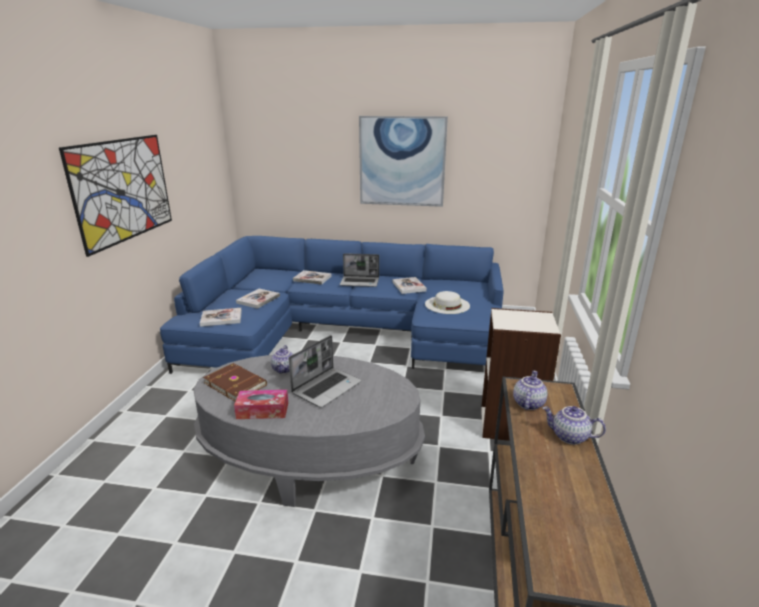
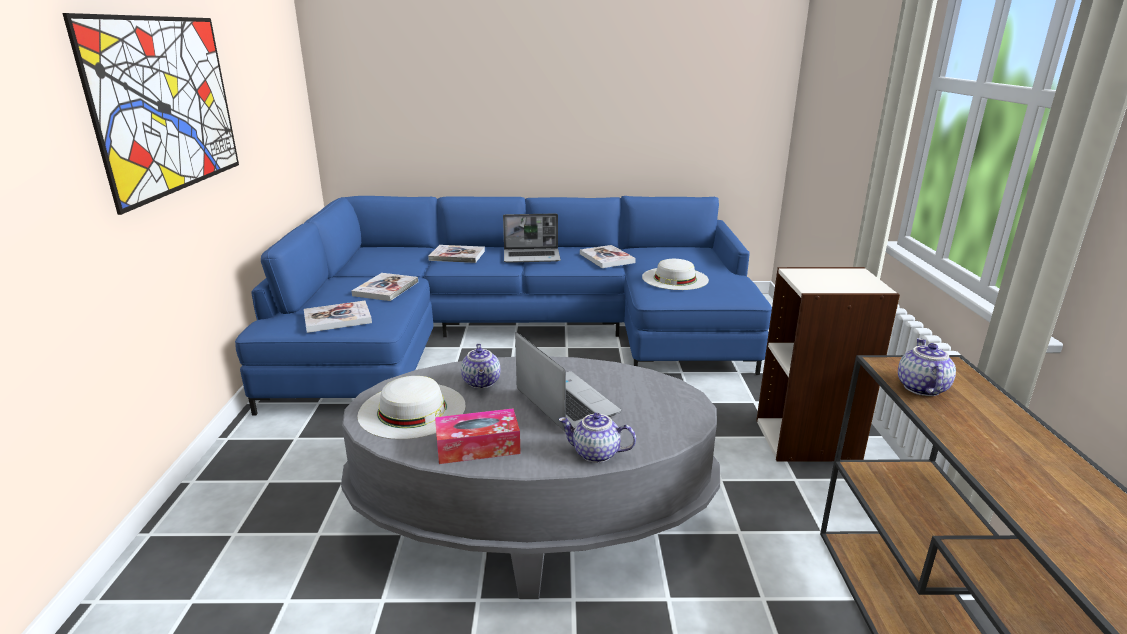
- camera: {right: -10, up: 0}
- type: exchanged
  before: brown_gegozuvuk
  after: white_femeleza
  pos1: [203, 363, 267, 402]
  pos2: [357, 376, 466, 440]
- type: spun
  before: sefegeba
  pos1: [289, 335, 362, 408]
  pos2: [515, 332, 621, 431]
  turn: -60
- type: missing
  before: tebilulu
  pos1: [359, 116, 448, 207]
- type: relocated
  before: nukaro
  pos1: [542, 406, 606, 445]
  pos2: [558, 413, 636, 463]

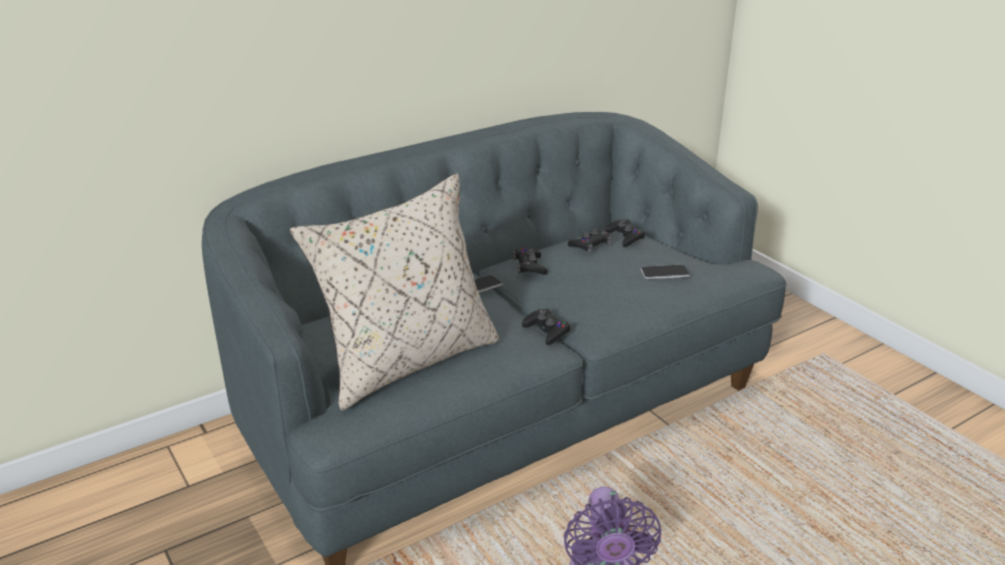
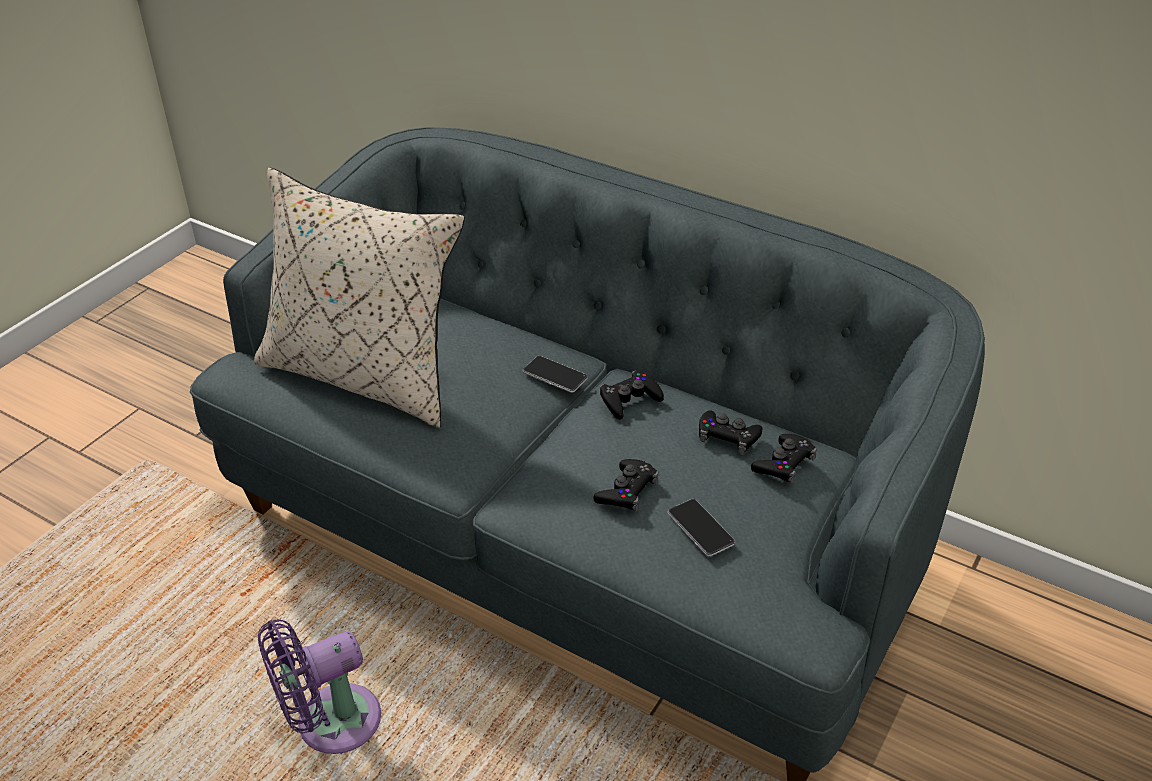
- camera: {right: 65, up: 10}
- type: relocated
  before: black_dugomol
  pos1: [522, 309, 571, 345]
  pos2: [594, 459, 659, 511]

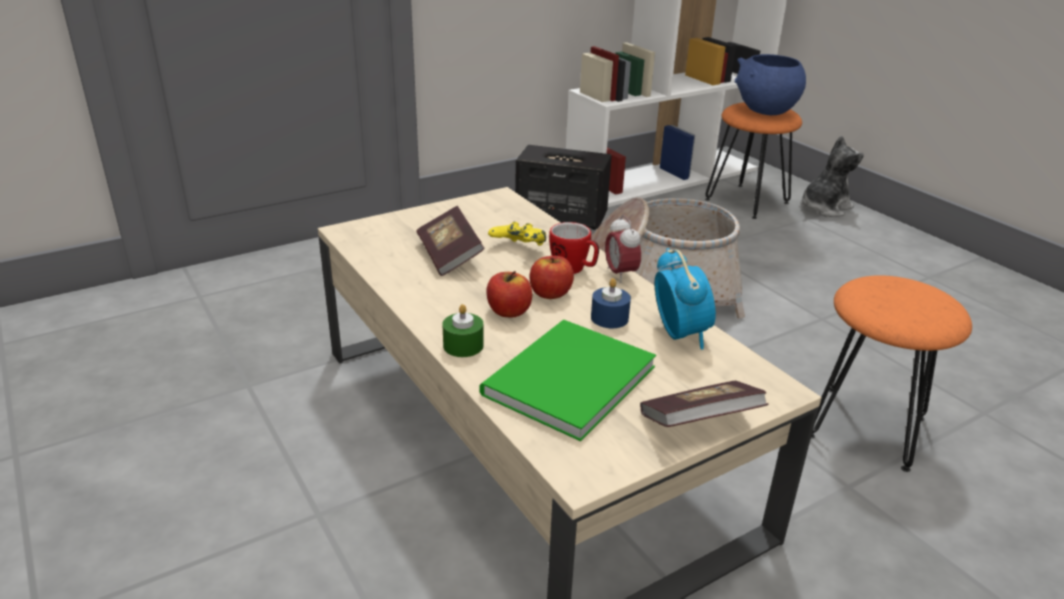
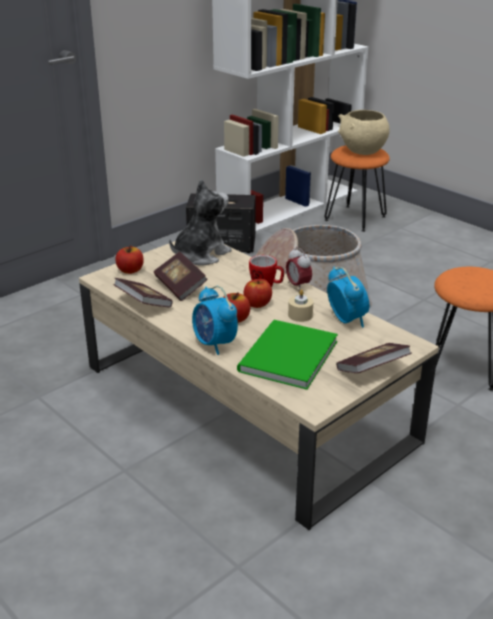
- camera: {right: -10, up: 0}
- type: exchanged
  before: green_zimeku
  after: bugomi
  pos1: [442, 304, 484, 357]
  pos2: [192, 286, 238, 355]
- type: missing
  before: yellow_dugomol
  pos1: [488, 222, 546, 246]
- type: colour
  before: blue_zimeku
  after: beige_zimeku
  pos1: [591, 278, 631, 328]
  pos2: [288, 289, 313, 322]
- type: colour
  before: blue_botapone
  after: beige_botapone
  pos1: [735, 54, 806, 115]
  pos2: [338, 110, 390, 155]
- type: relocated
  before: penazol
  pos1: [800, 135, 864, 217]
  pos2: [169, 179, 232, 265]
- type: appeared
  after: gegozuvuk
  pos2: [114, 278, 173, 308]
- type: appeared
  after: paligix
  pos2: [115, 245, 144, 274]

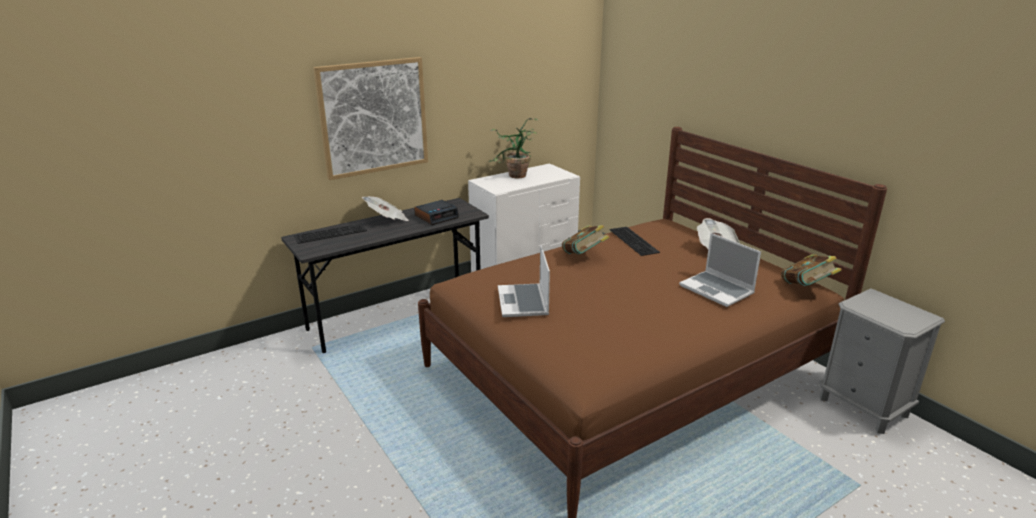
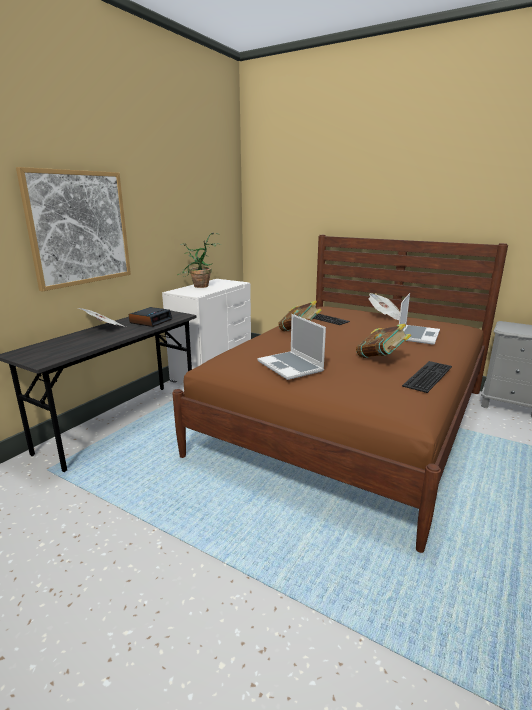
- camera: {right: -25, up: -5}
- type: relocated
  before: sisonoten
  pos1: [294, 224, 367, 244]
  pos2: [402, 361, 452, 393]
- type: spun
  before: sefegeba
  pos1: [679, 233, 761, 307]
  pos2: [399, 293, 440, 345]
  turn: -90
- type: relocated
  before: gegozuvuk
  pos1: [781, 254, 842, 286]
  pos2: [356, 323, 411, 358]

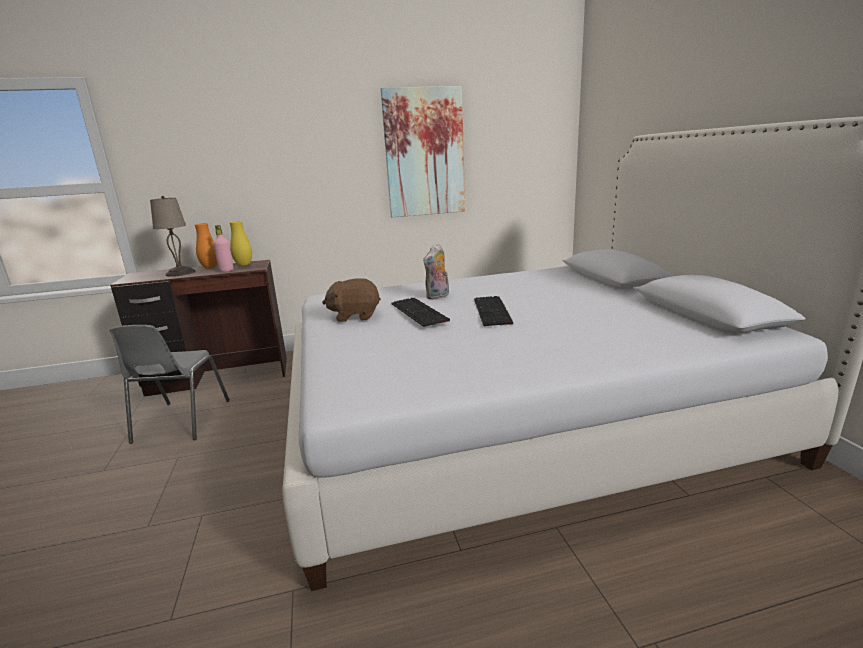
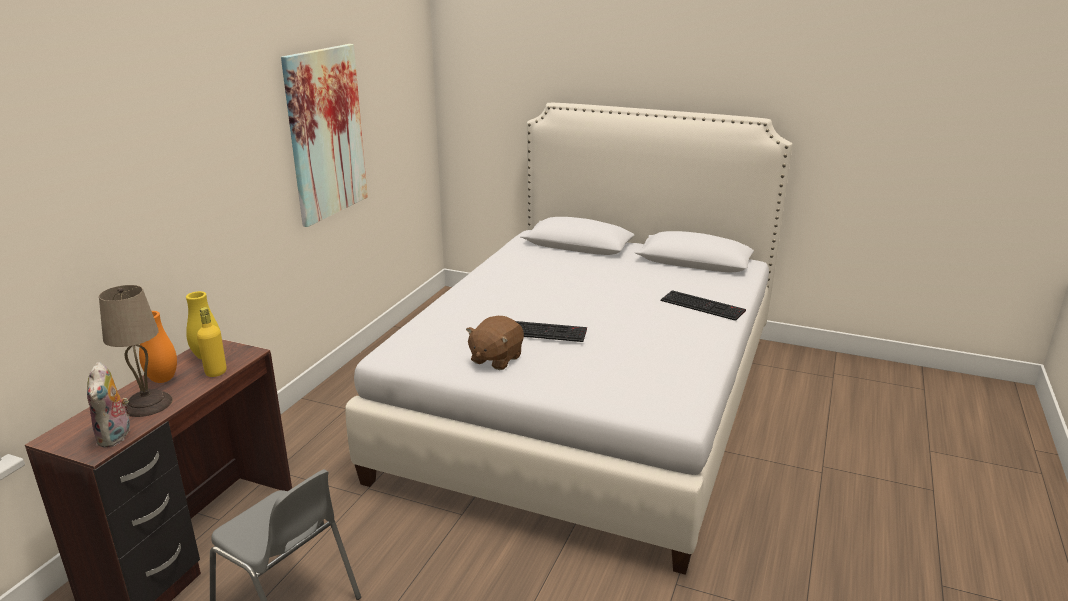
- camera: {right: -55, up: 5}
- type: colour
  before: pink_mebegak
  after: yellow_mebegak
  pos1: [213, 225, 234, 272]
  pos2: [197, 307, 227, 377]
- type: relocated
  before: penazol
  pos1: [423, 244, 449, 299]
  pos2: [87, 362, 130, 448]
- type: relocated
  before: sisonoten
  pos1: [474, 296, 513, 326]
  pos2: [661, 290, 746, 321]

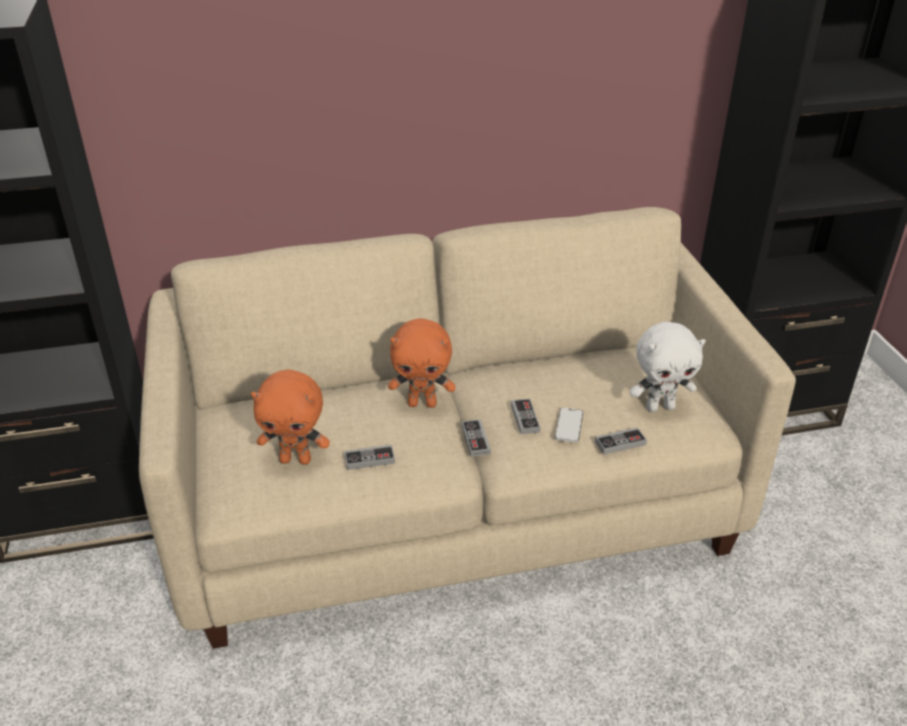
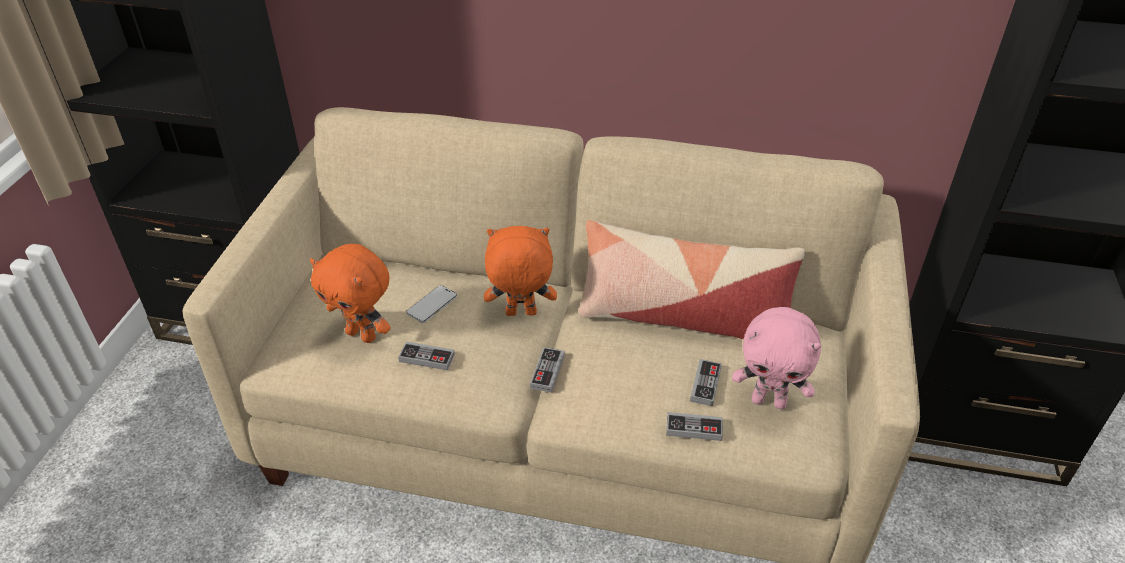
- camera: {right: 25, up: 5}
- type: spun
  before: orange_penazol
  pos1: [388, 318, 455, 408]
  pos2: [484, 226, 557, 316]
  turn: 150
- type: relocated
  before: dugomol
  pos1: [511, 399, 540, 434]
  pos2: [690, 359, 722, 406]
- type: relocated
  before: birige
  pos1: [555, 408, 583, 443]
  pos2: [407, 285, 457, 323]
- type: colour
  before: white_penazol
  after: pink_penazol
  pos1: [630, 322, 706, 412]
  pos2: [732, 307, 821, 409]
- type: appeared
  after: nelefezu
  pos2: [579, 220, 805, 339]

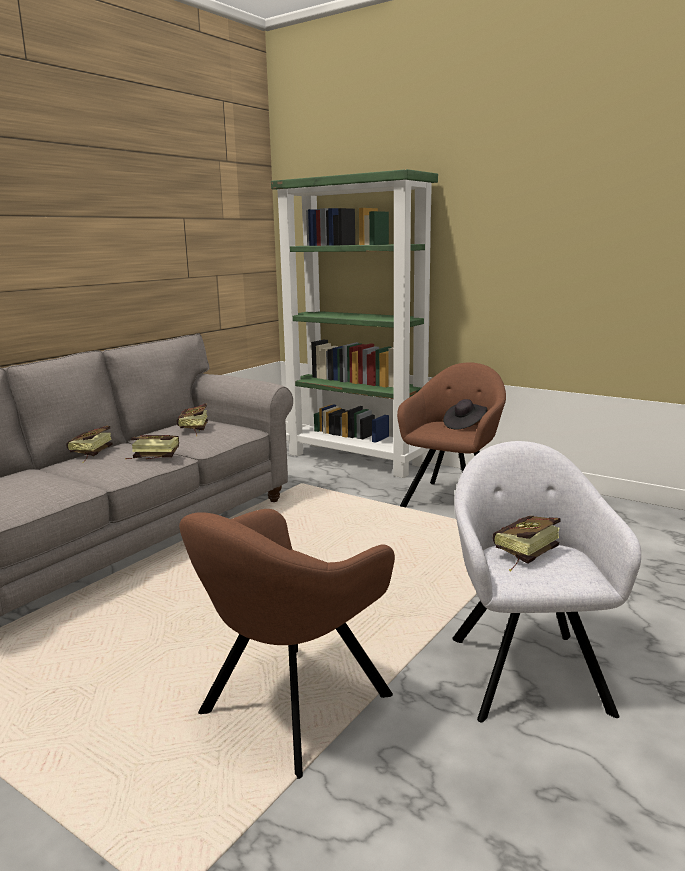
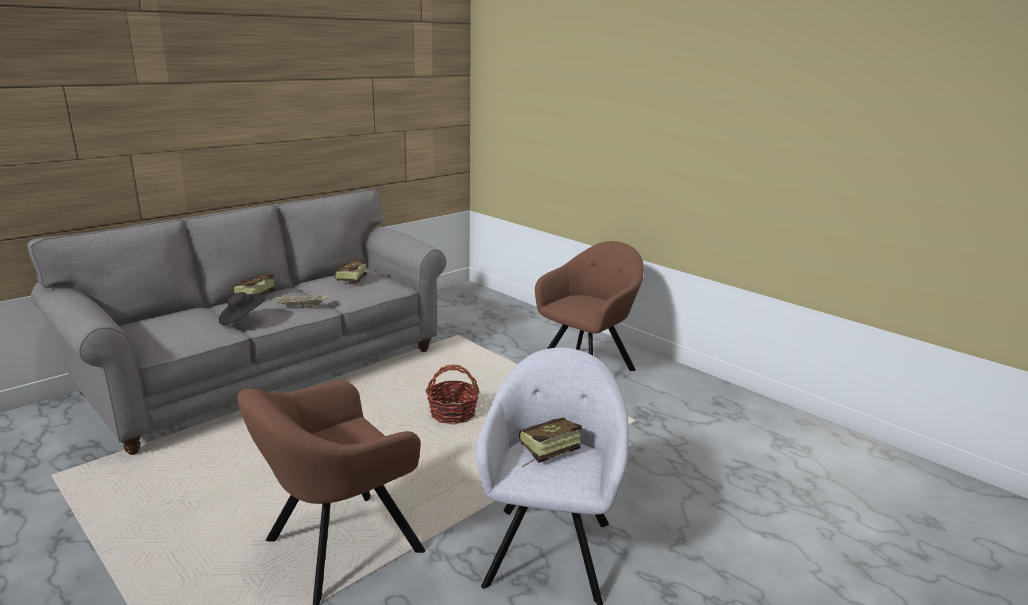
- camera: {right: 10, up: 5}
- type: exchanged
  before: gegozuvuk
  after: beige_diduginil
  pos1: [125, 435, 179, 459]
  pos2: [275, 293, 328, 308]
- type: missing
  before: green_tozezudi
  pos1: [271, 169, 438, 478]
- type: relocated
  before: black_femeleza
  pos1: [443, 399, 487, 430]
  pos2: [219, 292, 265, 325]
- type: appeared
  after: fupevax
  pos2: [425, 364, 480, 425]

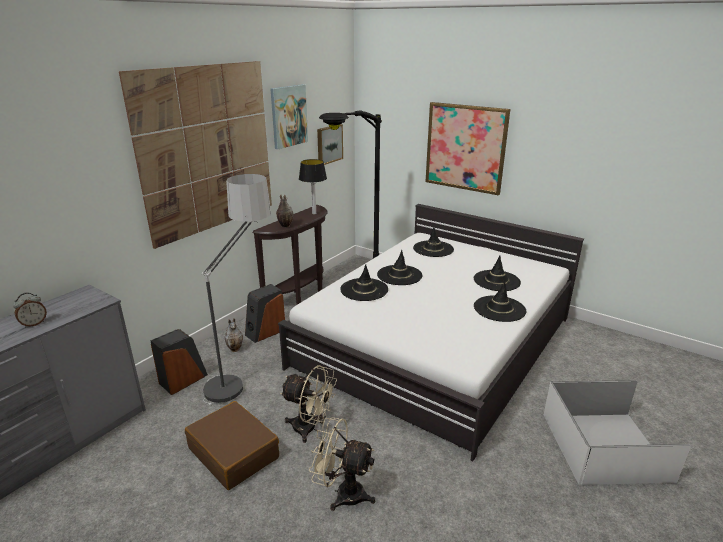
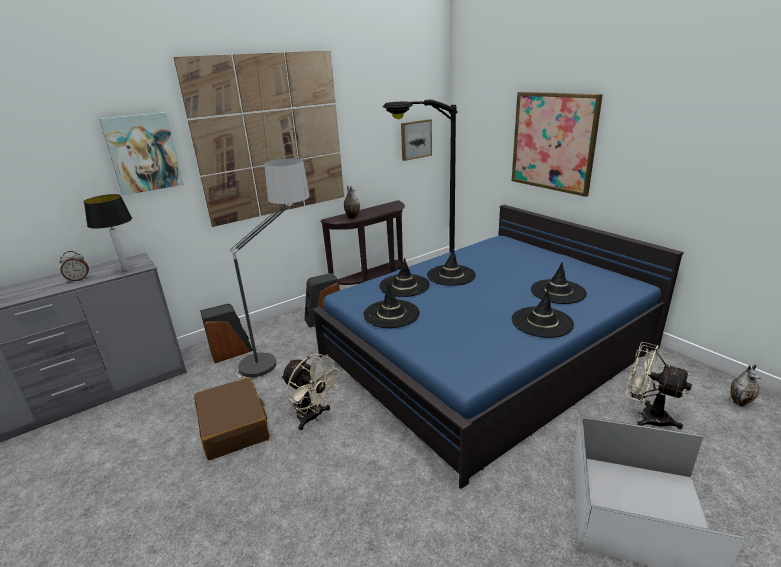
- camera: {right: 20, up: 0}
- type: relocated
  before: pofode
  pos1: [225, 318, 243, 352]
  pos2: [730, 365, 761, 407]
- type: relocated
  before: tebilulu
  pos1: [271, 84, 308, 149]
  pos2: [99, 112, 183, 195]
- type: colour
  before: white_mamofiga
  after: blue_mamofiga
  pos1: [278, 204, 584, 461]
  pos2: [313, 205, 684, 489]
- type: relocated
  before: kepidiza
  pos1: [299, 159, 327, 214]
  pos2: [84, 194, 132, 271]
- type: relocated
  before: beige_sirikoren
  pos1: [309, 417, 375, 511]
  pos2: [626, 342, 692, 429]
- type: relocated
  before: black_femeleza
  pos1: [413, 227, 454, 257]
  pos2: [363, 284, 420, 328]

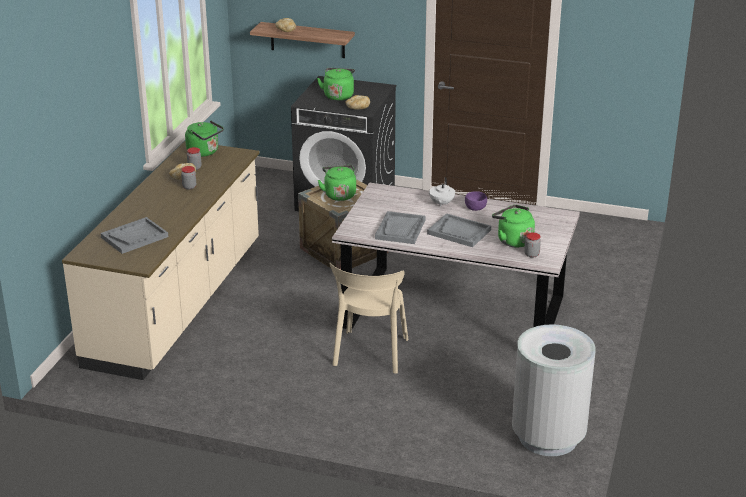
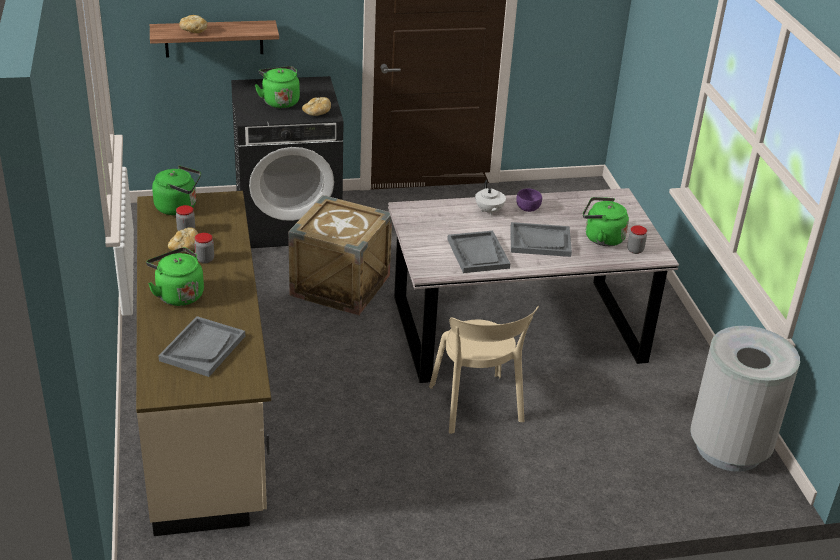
- camera: {right: -30, up: 5}
- type: relocated
  before: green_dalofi
  pos1: [318, 165, 356, 201]
  pos2: [146, 247, 204, 306]

